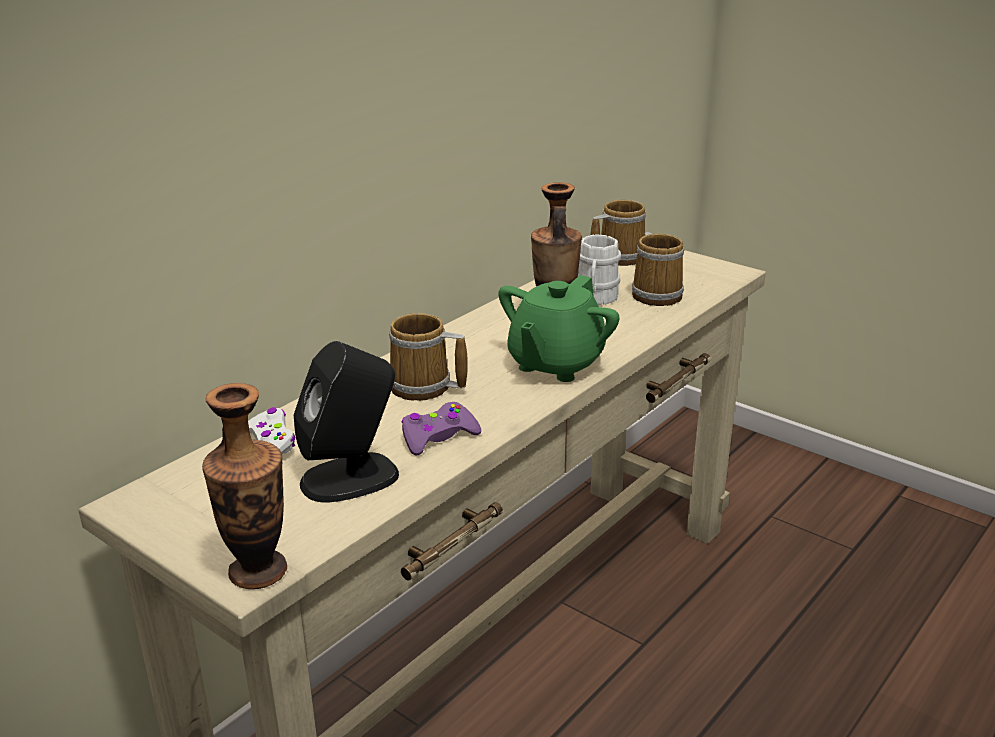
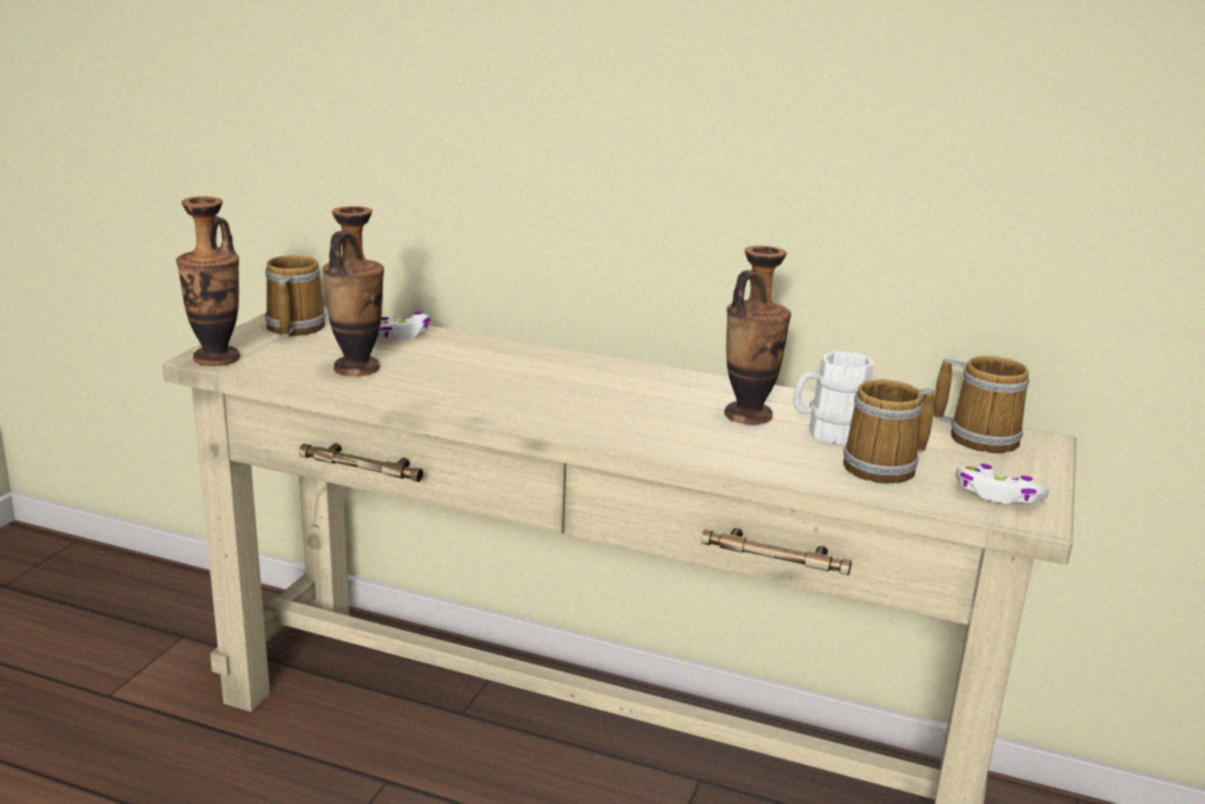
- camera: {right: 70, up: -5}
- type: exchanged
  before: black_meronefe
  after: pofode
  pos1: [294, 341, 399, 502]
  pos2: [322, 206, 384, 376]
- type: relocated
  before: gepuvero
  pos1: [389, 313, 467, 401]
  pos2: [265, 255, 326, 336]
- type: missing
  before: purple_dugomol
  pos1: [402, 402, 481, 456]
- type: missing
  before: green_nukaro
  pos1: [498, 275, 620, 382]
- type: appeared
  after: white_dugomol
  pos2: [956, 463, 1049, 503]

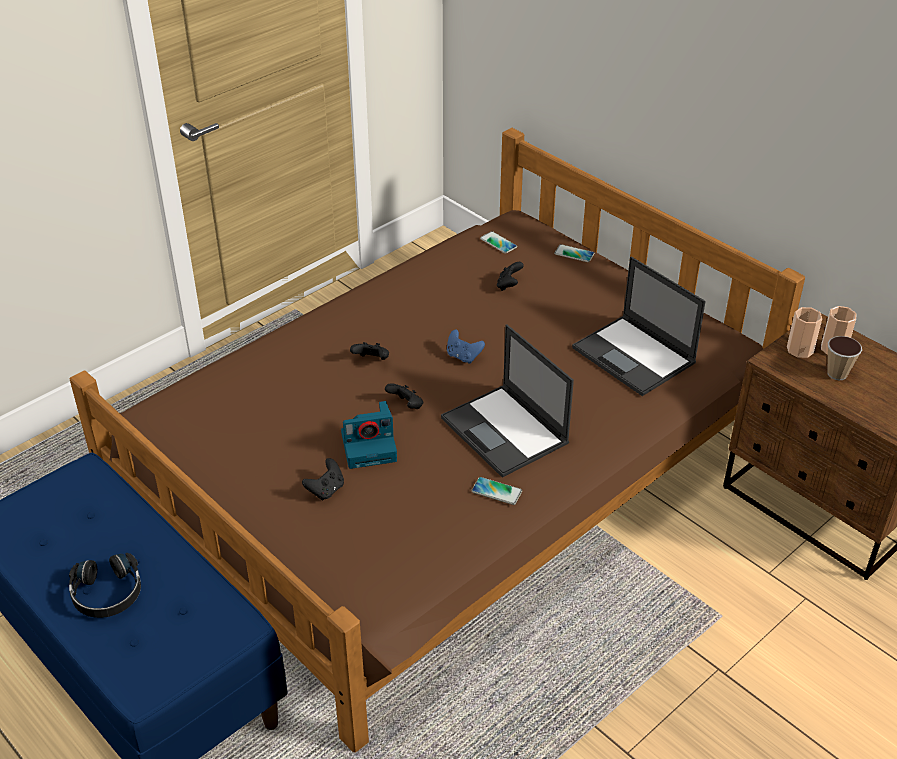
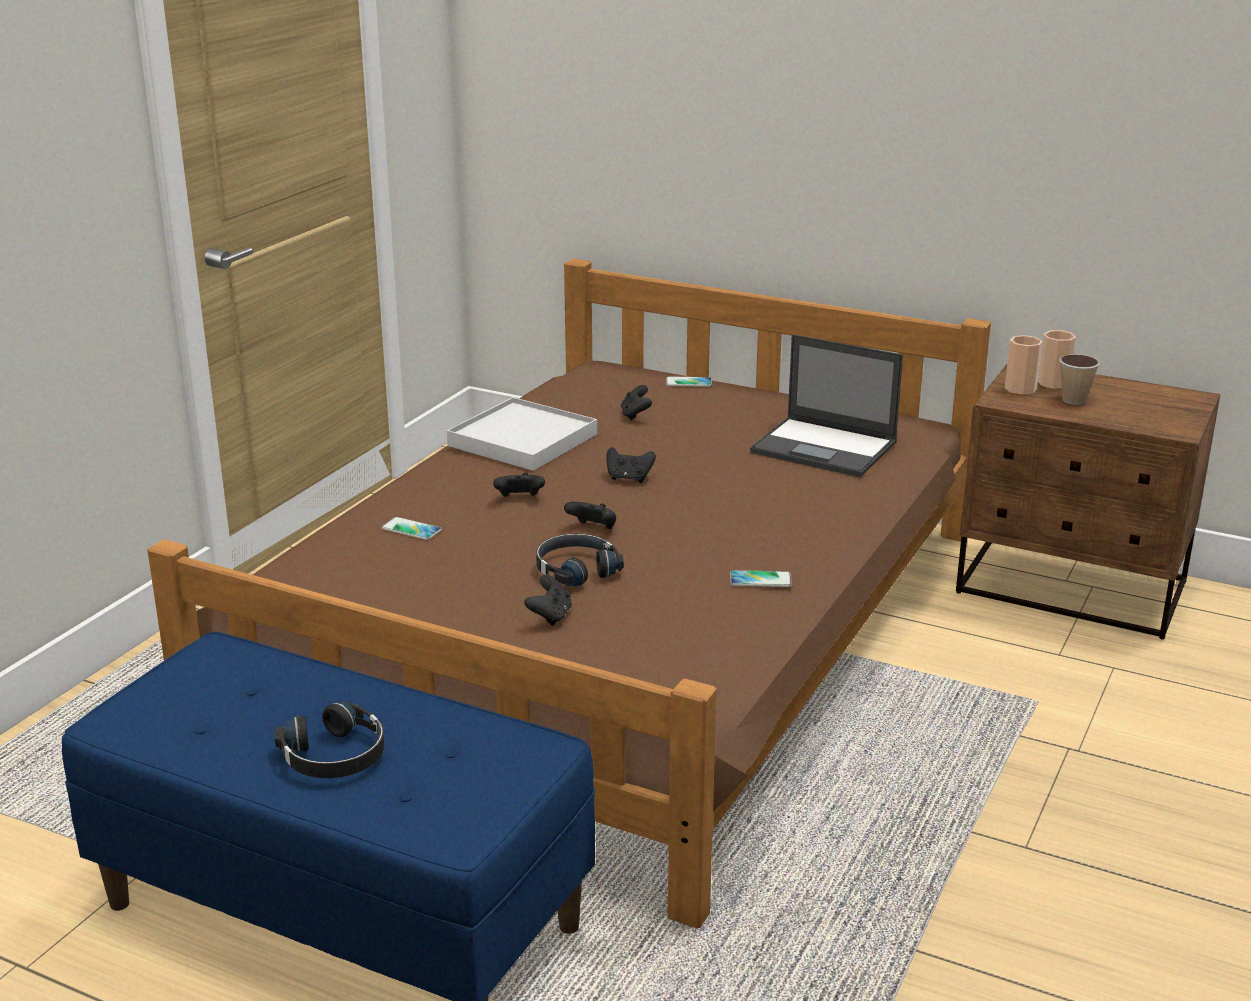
- camera: {right: -20, up: -15}
- type: exchanged
  before: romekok
  after: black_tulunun
  pos1: [341, 401, 397, 469]
  pos2: [536, 533, 624, 587]
- type: missing
  before: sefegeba
  pos1: [441, 324, 574, 478]
- type: colour
  before: blue_dugomol
  after: black_dugomol
  pos1: [447, 330, 485, 364]
  pos2: [606, 447, 656, 483]
- type: relocated
  before: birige
  pos1: [480, 231, 517, 254]
  pos2: [381, 517, 442, 540]
- type: appeared
  after: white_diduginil
  pos2: [447, 397, 597, 471]

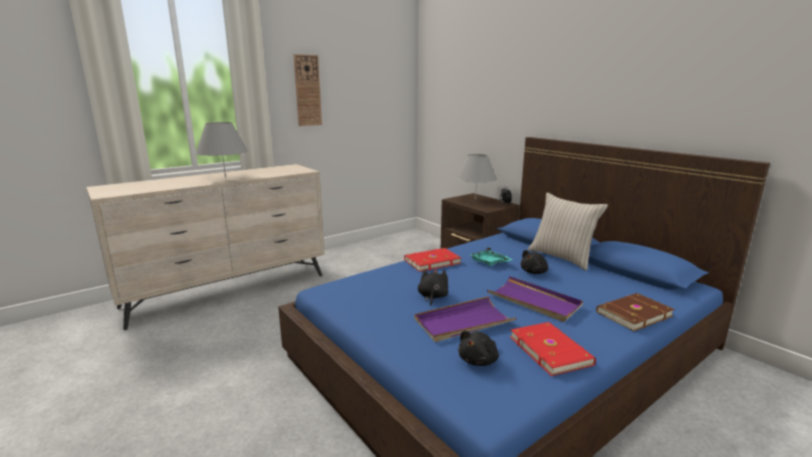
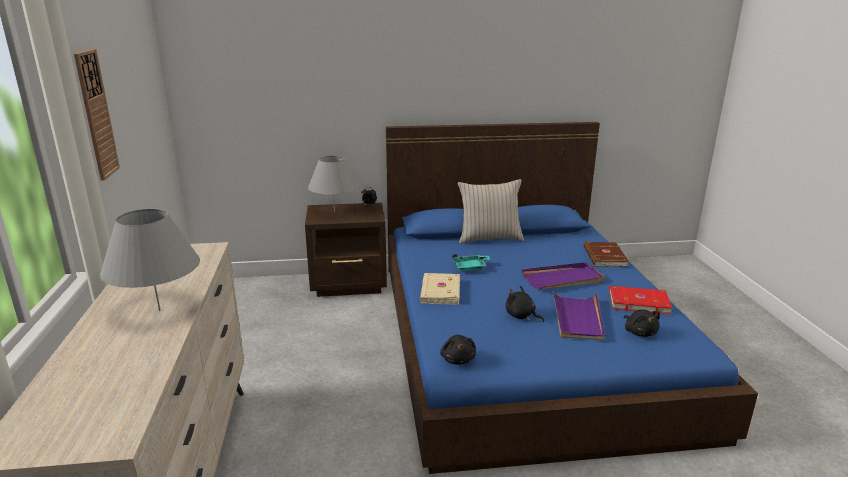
- camera: {right: -60, up: 5}
- type: colour
  before: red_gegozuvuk
  after: beige_gegozuvuk
  pos1: [404, 248, 461, 272]
  pos2: [420, 273, 460, 305]
- type: relocated
  before: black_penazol
  pos1: [521, 250, 548, 274]
  pos2: [440, 335, 476, 365]

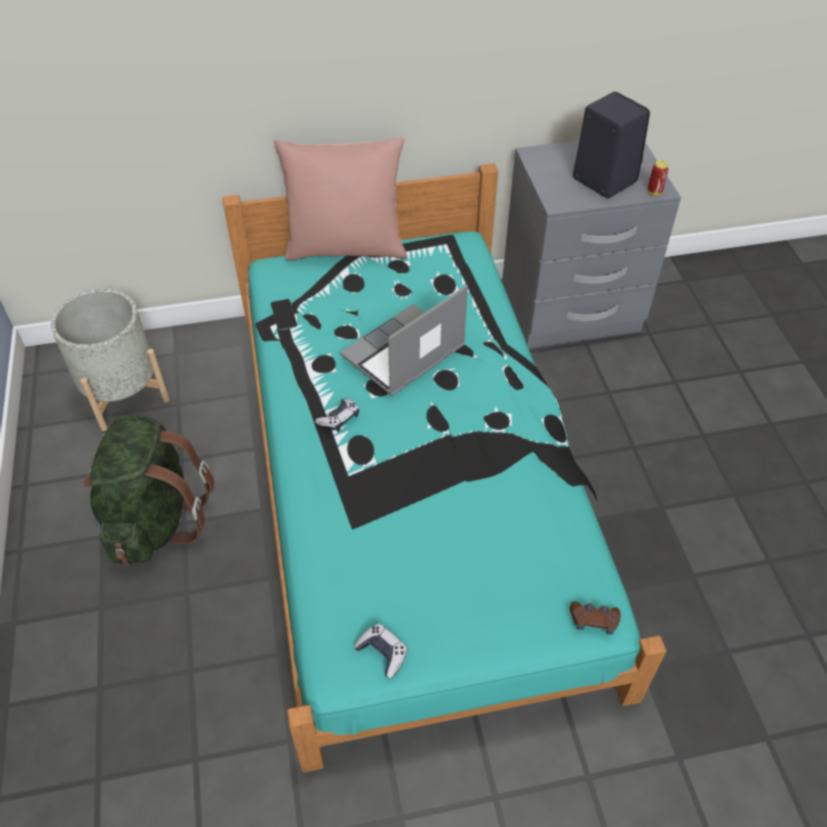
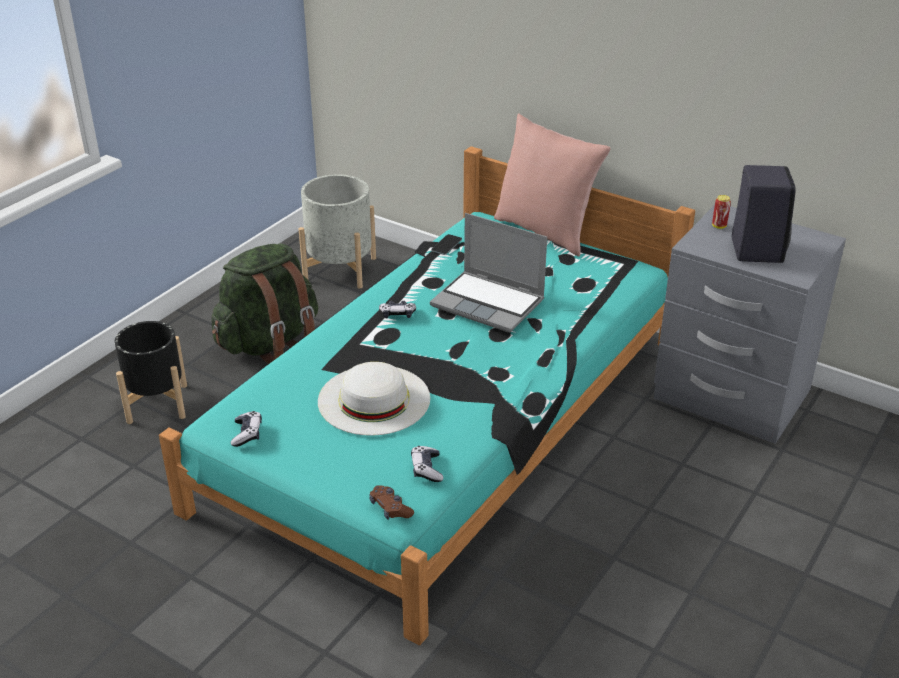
- camera: {right: 45, up: -15}
- type: spun
  before: sefegeba
  pos1: [340, 285, 468, 396]
  pos2: [430, 213, 547, 333]
  turn: -150
- type: relocated
  before: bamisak
  pos1: [648, 160, 669, 195]
  pos2: [712, 195, 731, 229]
- type: appeared
  after: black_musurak
  pos2: [115, 321, 187, 424]
- type: appeared
  after: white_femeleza
  pos2: [318, 362, 430, 436]
- type: appeared
  after: dugomol
  pos2: [411, 446, 443, 482]

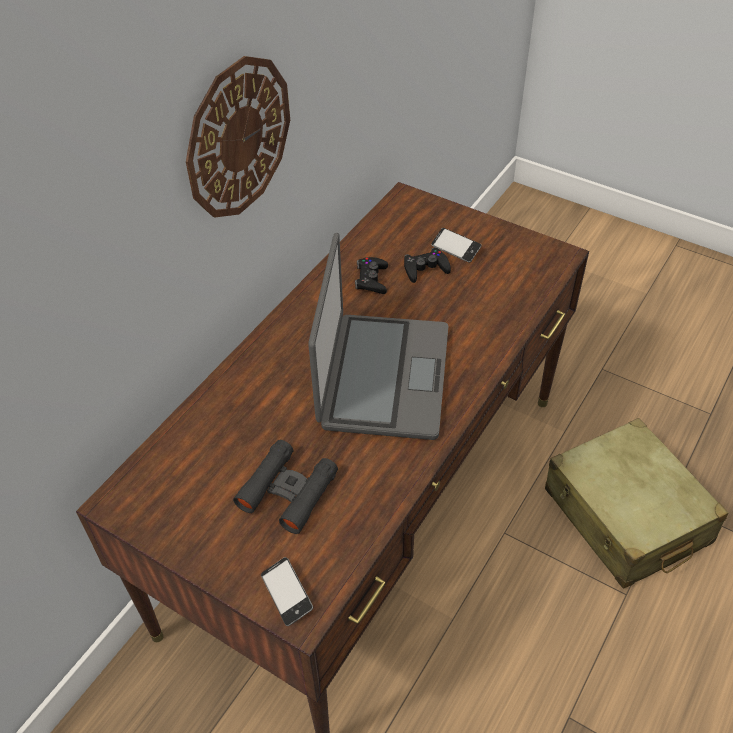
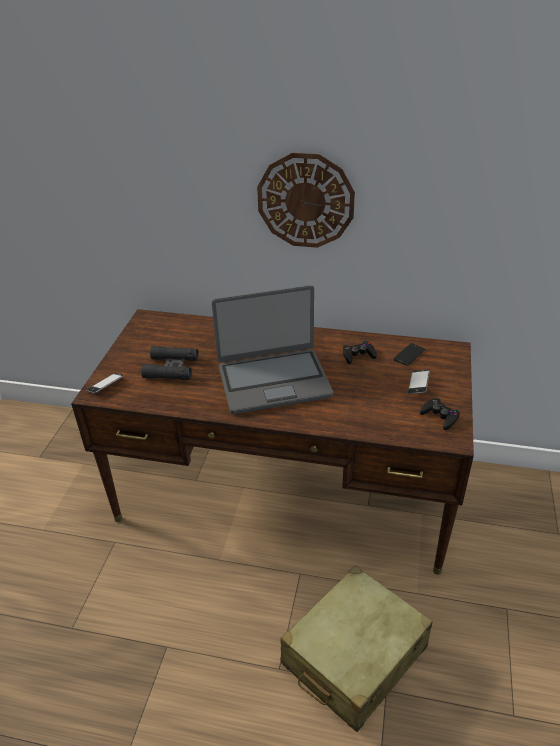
- camera: {right: 70, up: -10}
- type: relocated
  before: black_dugomol
  pos1: [404, 247, 451, 283]
  pos2: [420, 398, 460, 430]
- type: appeared
  after: birige
  pos2: [393, 343, 425, 366]

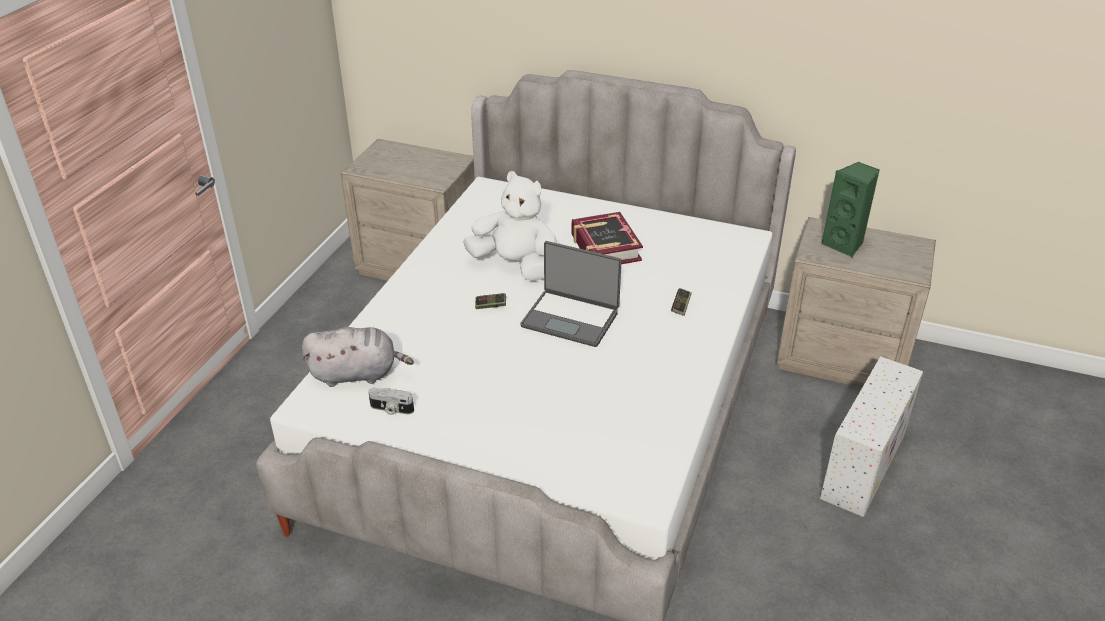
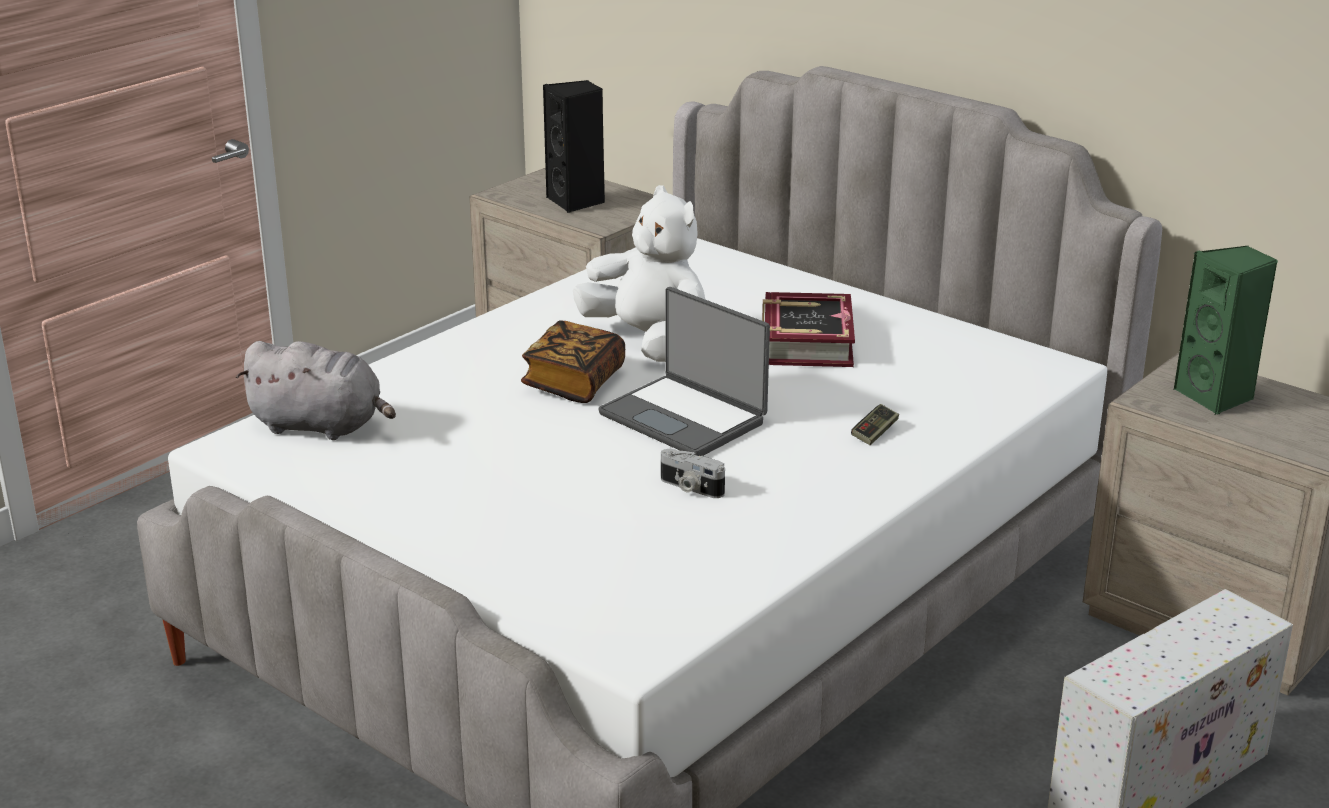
- camera: {right: 20, up: -10}
- type: relocated
  before: romekok
  pos1: [368, 388, 414, 415]
  pos2: [661, 449, 725, 498]
- type: exchanged
  before: dugomol
  after: gegozuvuk
  pos1: [475, 293, 506, 309]
  pos2: [521, 320, 625, 403]
- type: appeared
  after: black_meronefe
  pos2: [543, 80, 605, 213]

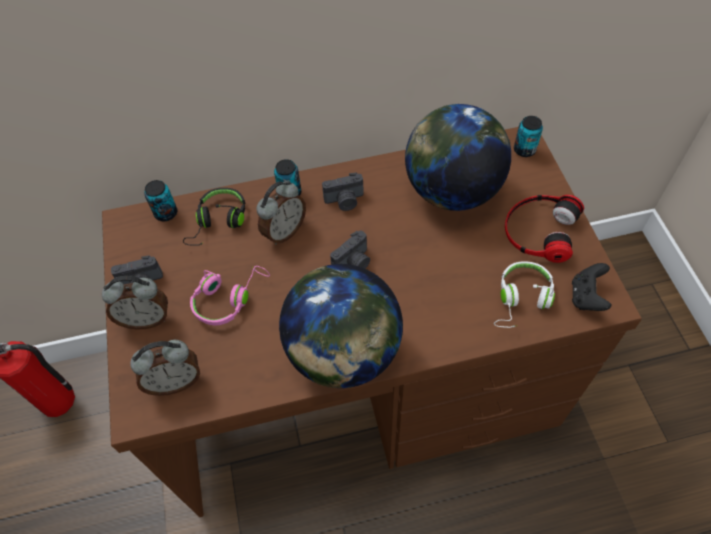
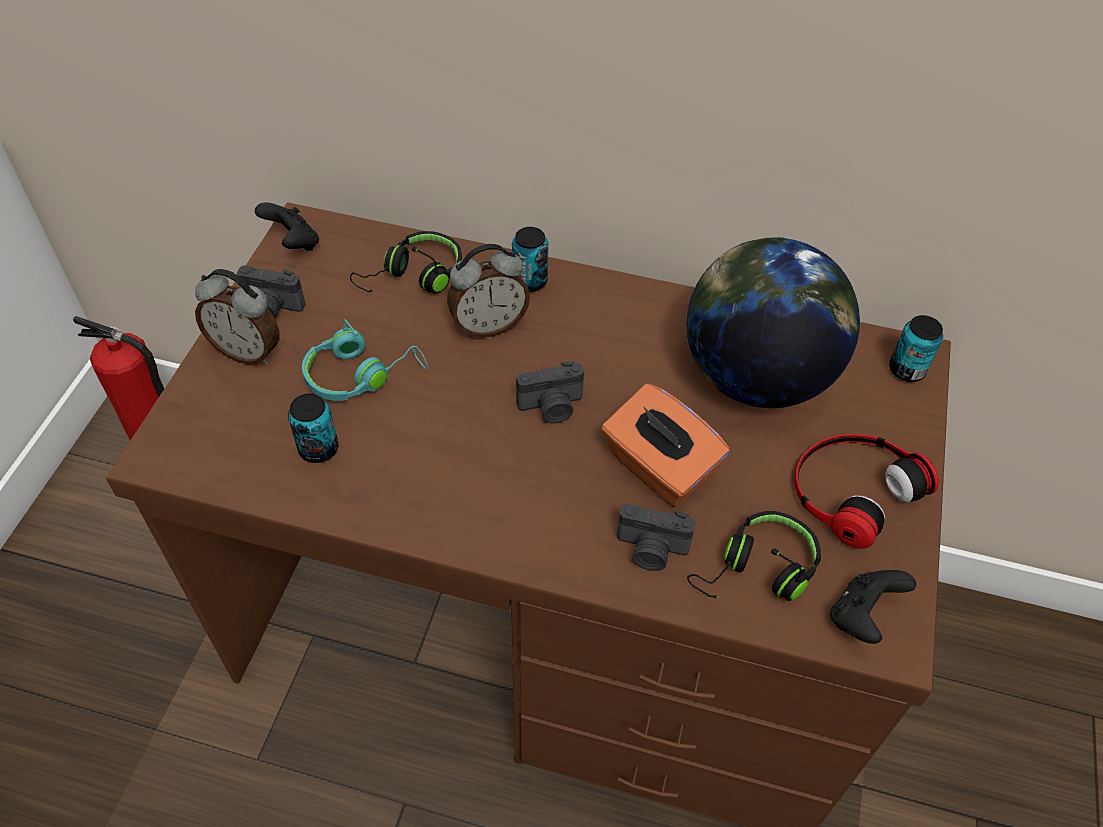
- camera: {right: 25, up: -5}
- type: missing
  before: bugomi
  pos1: [130, 340, 200, 396]
- type: relocated
  before: bamisak
  pos1: [144, 180, 177, 221]
  pos2: [288, 393, 338, 463]
- type: colour
  before: pink_tulunun
  after: turquoise_tulunun
  pos1: [190, 266, 270, 325]
  pos2: [302, 319, 428, 401]
- type: missing
  before: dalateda
  pos1: [279, 264, 403, 388]
- type: relocated
  before: romekok
  pos1: [322, 173, 364, 211]
  pos2: [617, 504, 696, 571]
- type: colour
  before: white_tulunun
  after: black_tulunun
  pos1: [494, 261, 555, 328]
  pos2: [687, 511, 821, 601]
- type: appeared
  after: black_dugomol
  pos2: [255, 202, 319, 251]
- type: appeared
  after: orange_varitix
  pos2: [602, 383, 730, 506]

